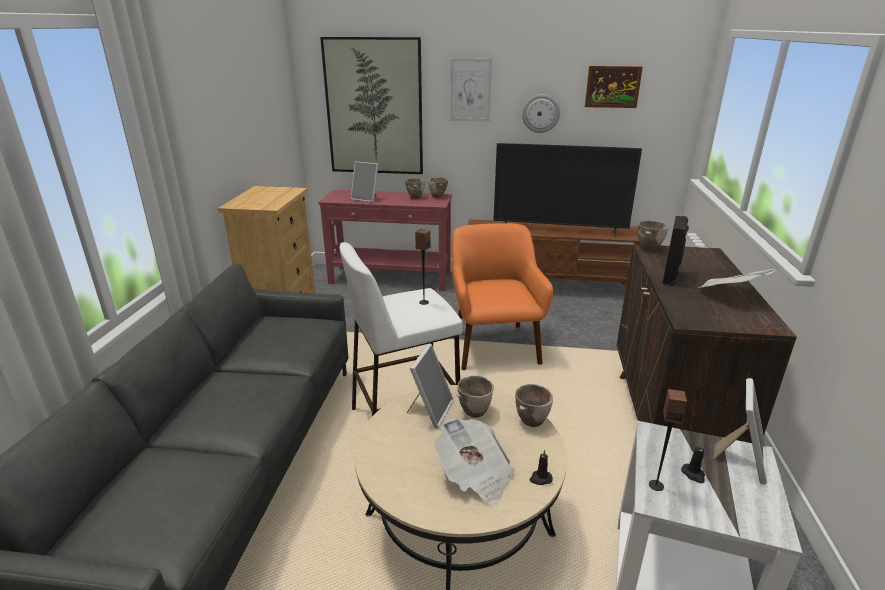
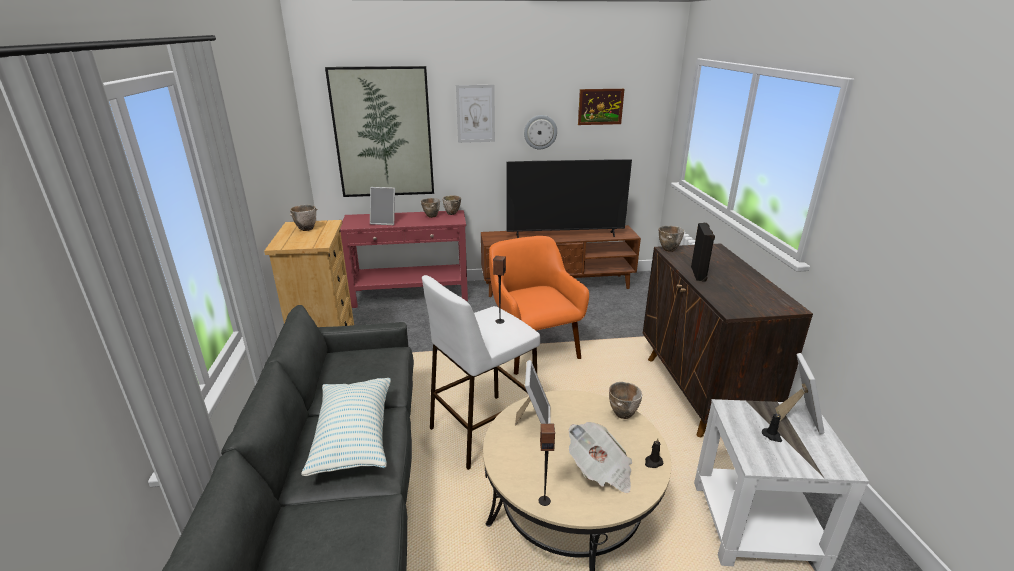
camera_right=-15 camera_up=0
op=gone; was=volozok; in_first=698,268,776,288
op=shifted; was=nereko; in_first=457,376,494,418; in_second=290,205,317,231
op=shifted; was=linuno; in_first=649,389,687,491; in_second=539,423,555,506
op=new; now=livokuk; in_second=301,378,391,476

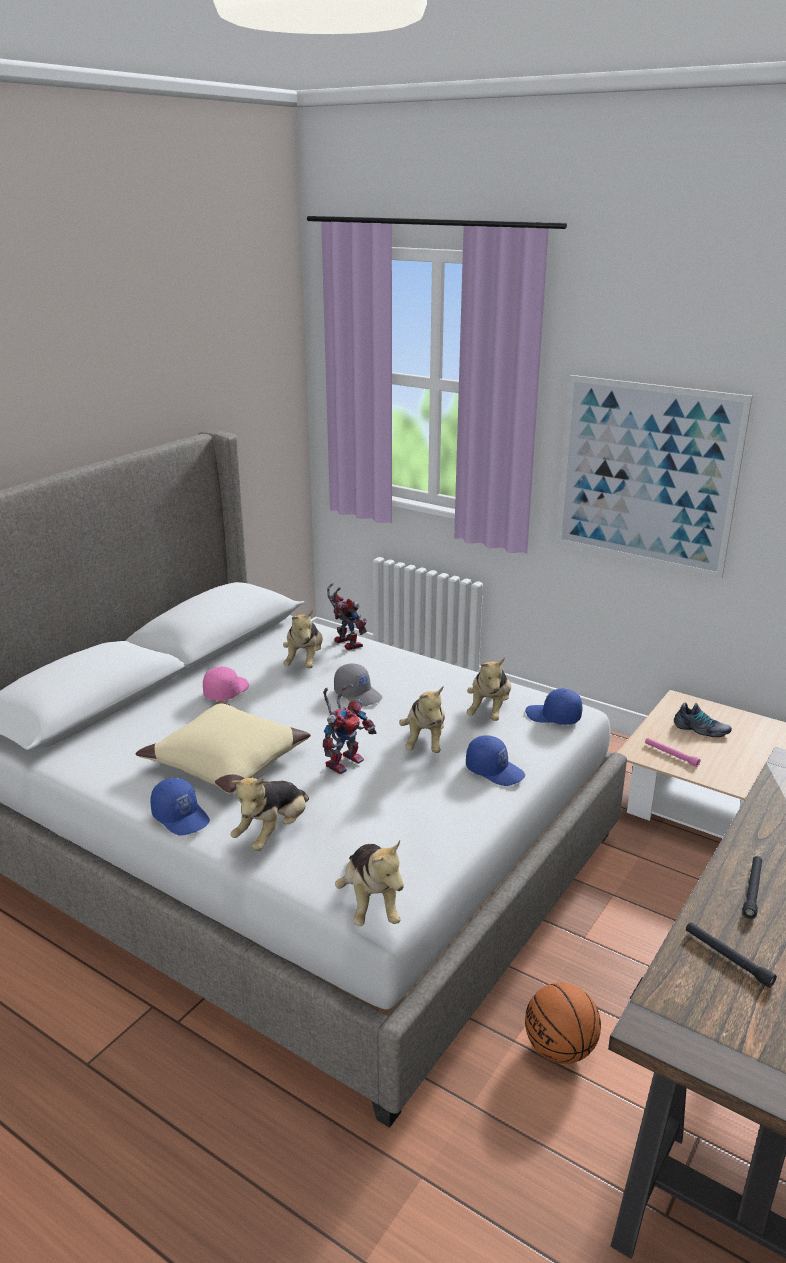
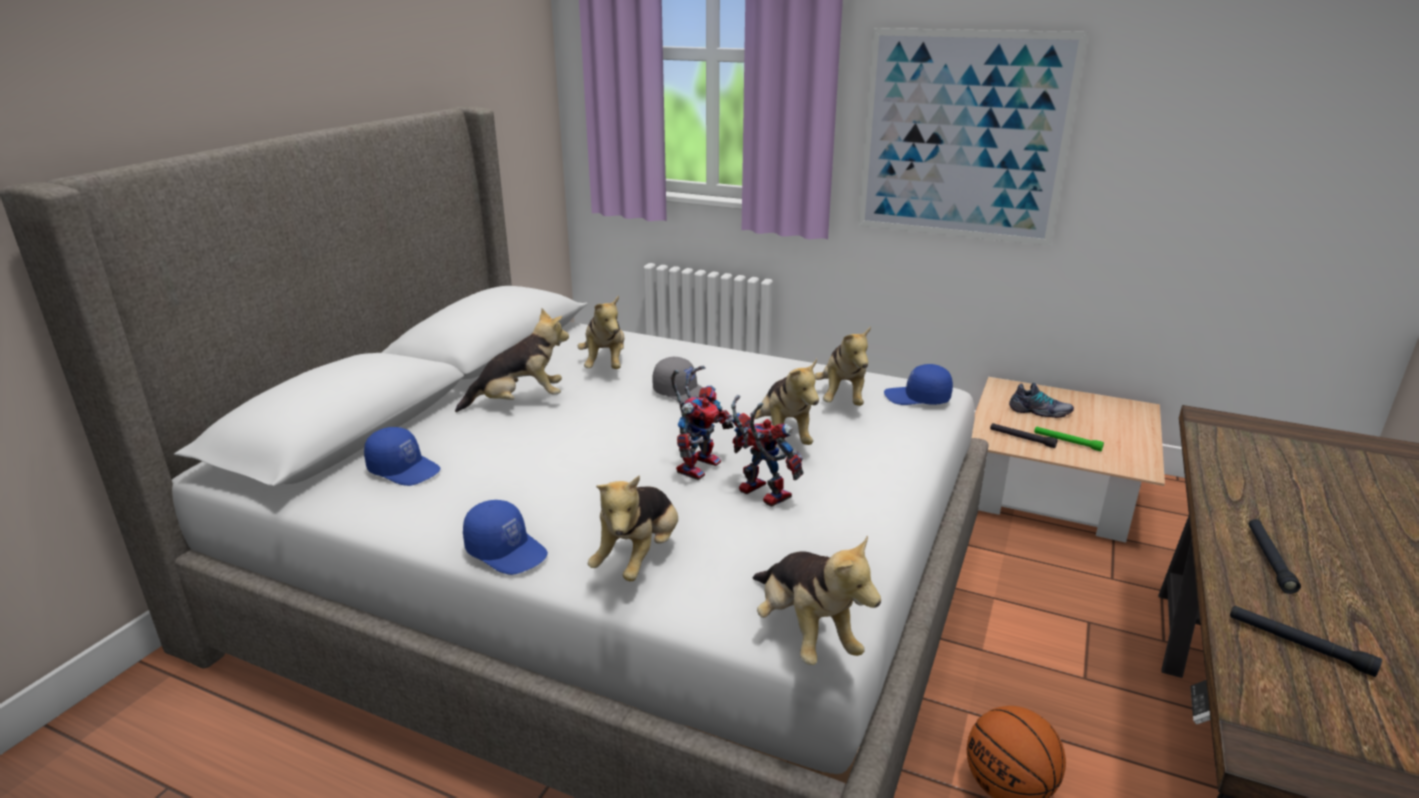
camera_right=-10 camera_up=0
op=shifted; was=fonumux; in_first=327,583,367,650; in_second=731,395,804,507
op=swapped; was=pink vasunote; now=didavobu; in_first=203,667,249,701; in_second=455,308,569,412
op=gone; was=beige livokuk; in_first=136,700,311,794
op=shifted; was=blue vasunote; in_first=466,735,525,786; in_second=364,427,441,486
op=repainted; was=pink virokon; now=black virokon; in_first=645,738,701,767; in_second=990,423,1058,448
op=new; now=green virokon; in_second=1034,427,1104,451

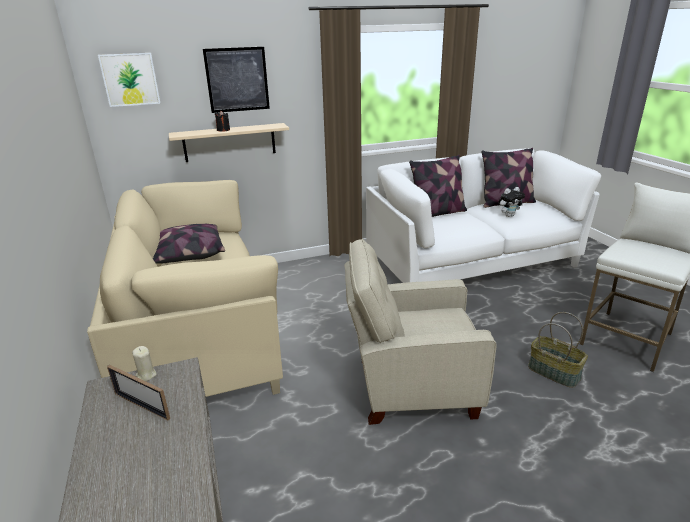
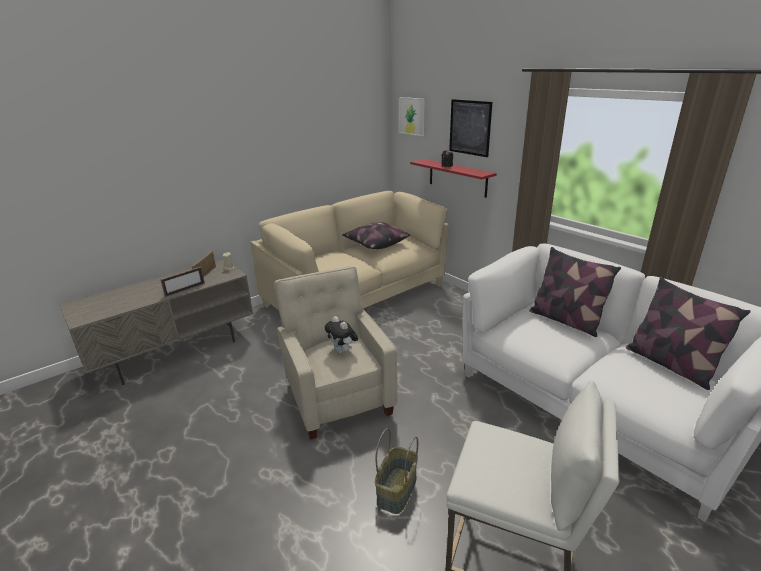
camera_right=70 camera_up=0
op=repainted; was=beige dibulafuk; now=red dibulafuk; in_first=169,123,289,162; in_second=410,159,497,198
op=shifted; was=didavobu; in_first=499,187,525,217; in_second=324,316,358,354
op=new; now=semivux; in_second=160,267,205,297

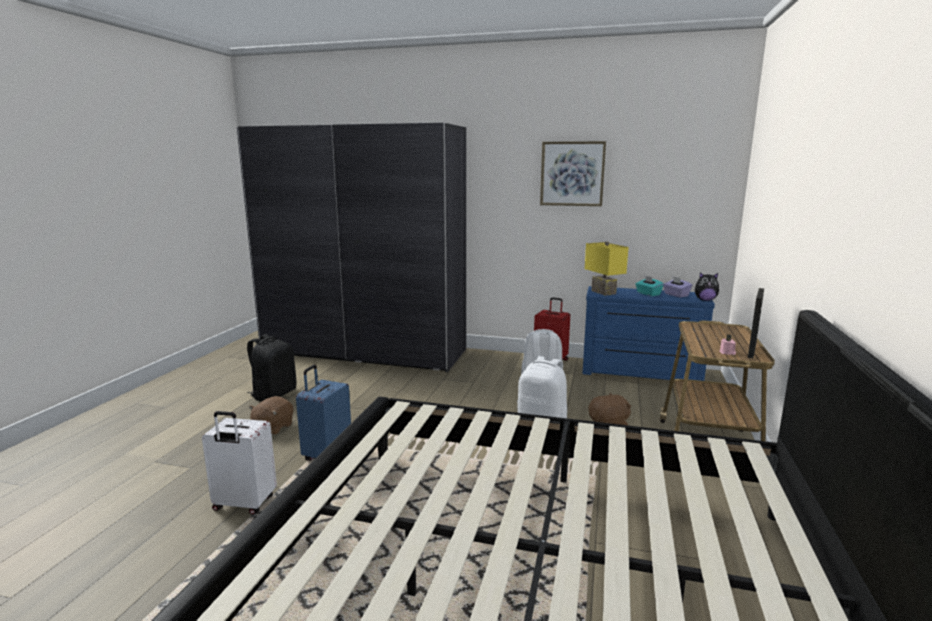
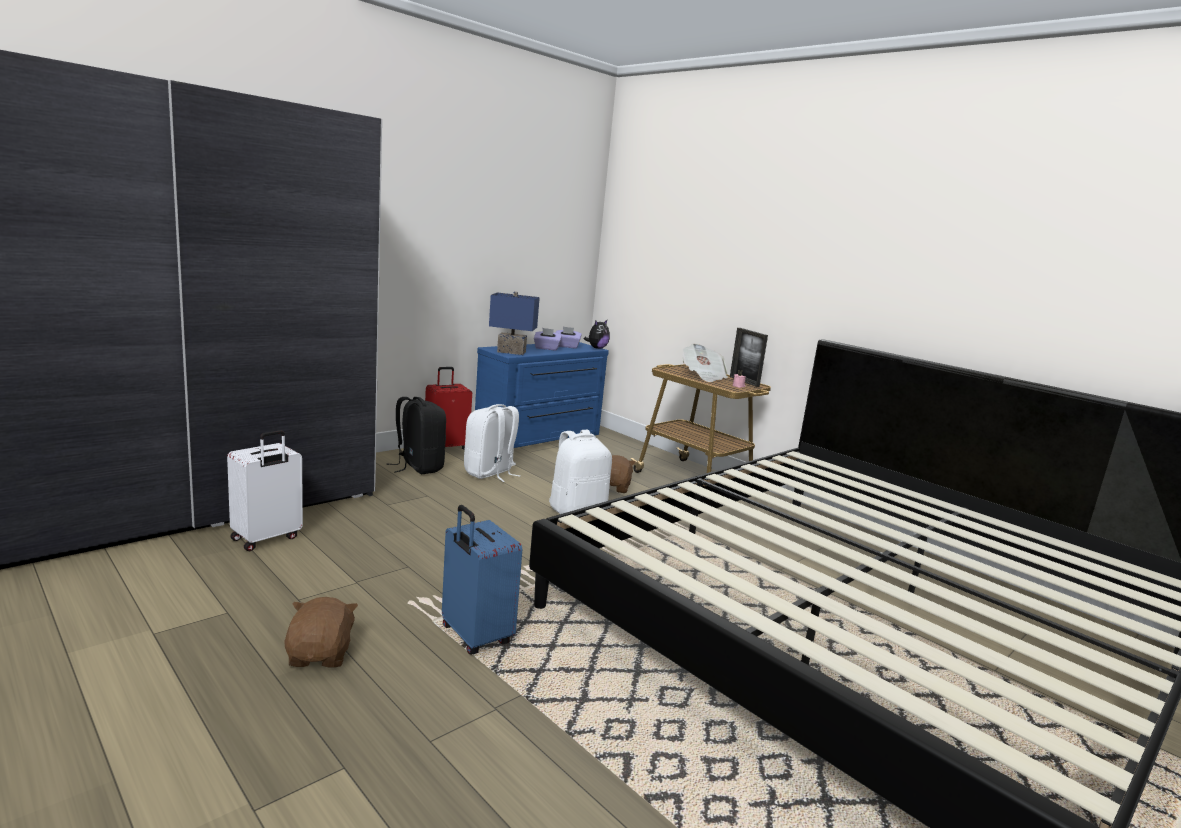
camera_right=-60 camera_up=0
op=gone; was=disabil; in_first=540,141,606,206
op=repainted; was=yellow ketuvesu; now=blue ketuvesu; in_first=585,241,629,296; in_second=489,291,540,355
op=repainted; was=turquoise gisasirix; now=purple gisasirix; in_first=636,275,664,296; in_second=534,328,562,350
op=shifted; was=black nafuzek; in_first=247,334,296,401; in_second=386,397,446,474
op=rotated; was=brown didavobu; in_first=249,396,294,435; in_second=284,597,358,667; clockwise=-150
op=shifted; was=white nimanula; in_first=202,411,277,514; in_second=227,430,303,551
op=new; now=volozok; in_second=682,343,728,382

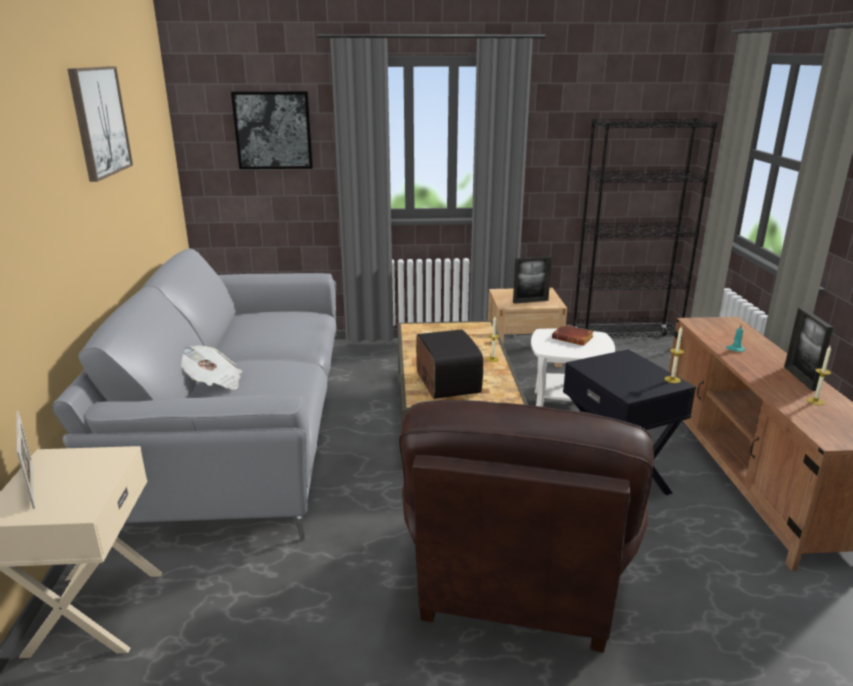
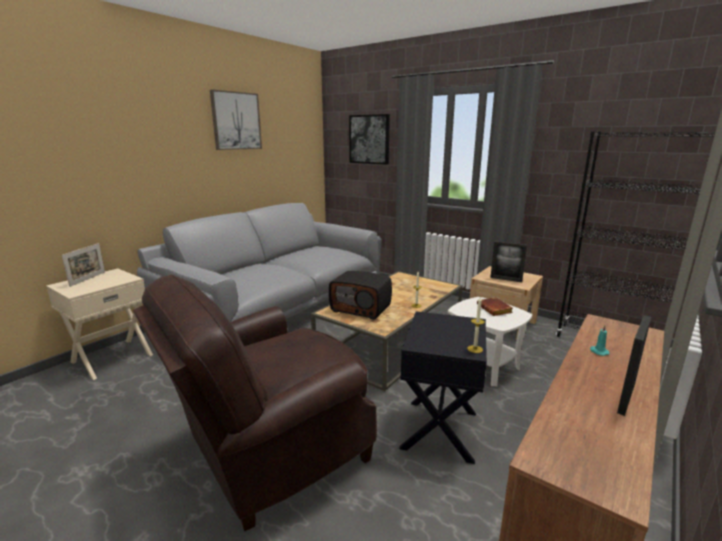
camera_right=40 camera_up=-5
op=rotated; was=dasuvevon; in_first=416,330,483,399; in_second=329,271,392,320; clockwise=90
op=gone; was=volozok; in_first=181,345,242,390
op=gone; was=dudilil; in_first=806,346,831,405

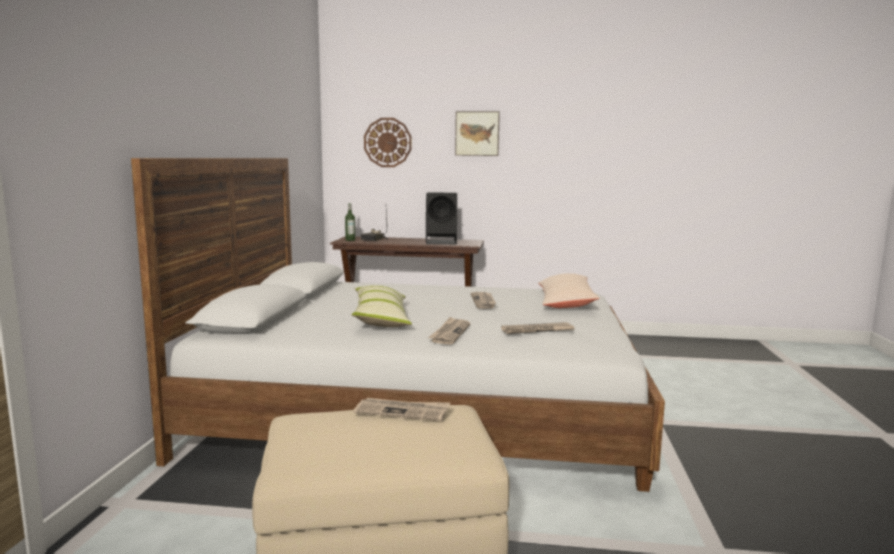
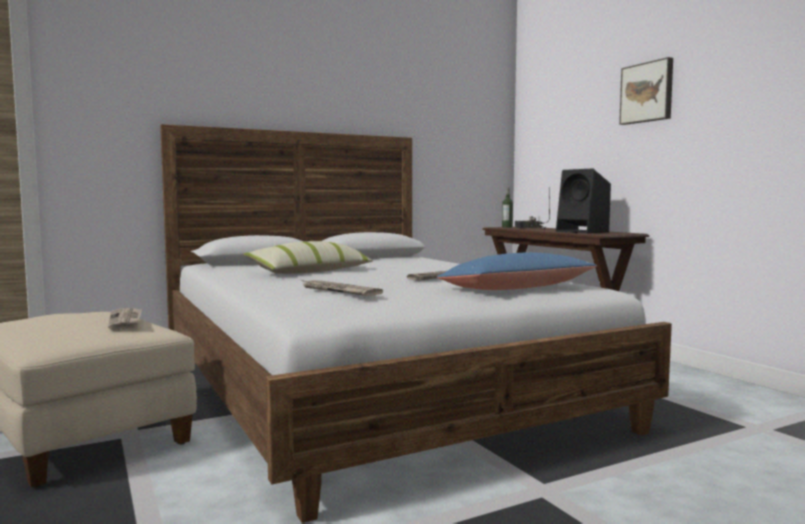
camera_right=55 camera_up=-5
op=gone; was=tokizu; in_first=364,118,412,167
op=repainted; was=beige livokuk; now=blue livokuk; in_first=539,273,600,308; in_second=437,252,597,290
op=gone; was=volozok; in_first=428,317,470,345

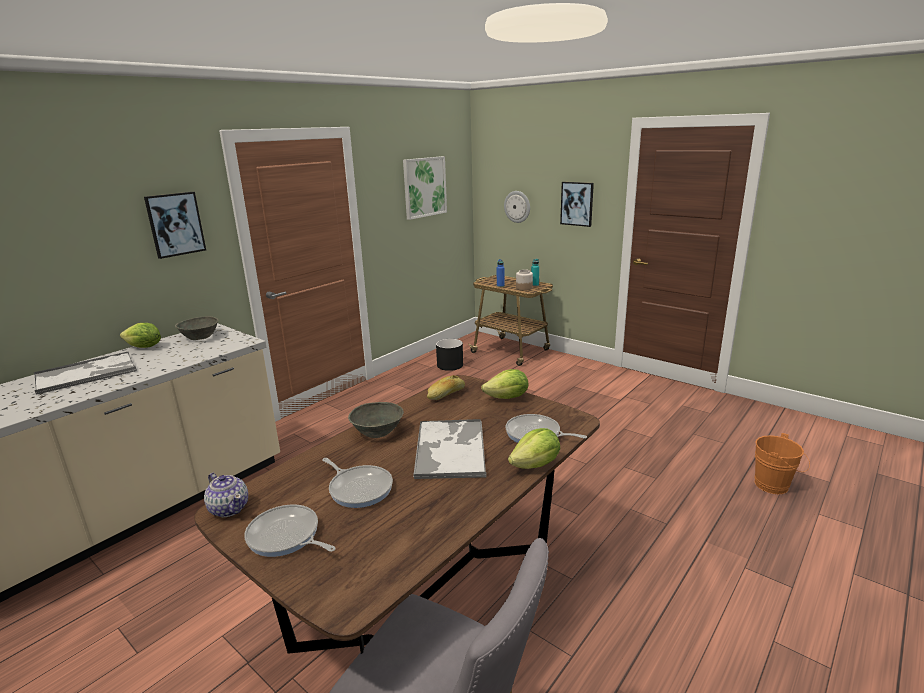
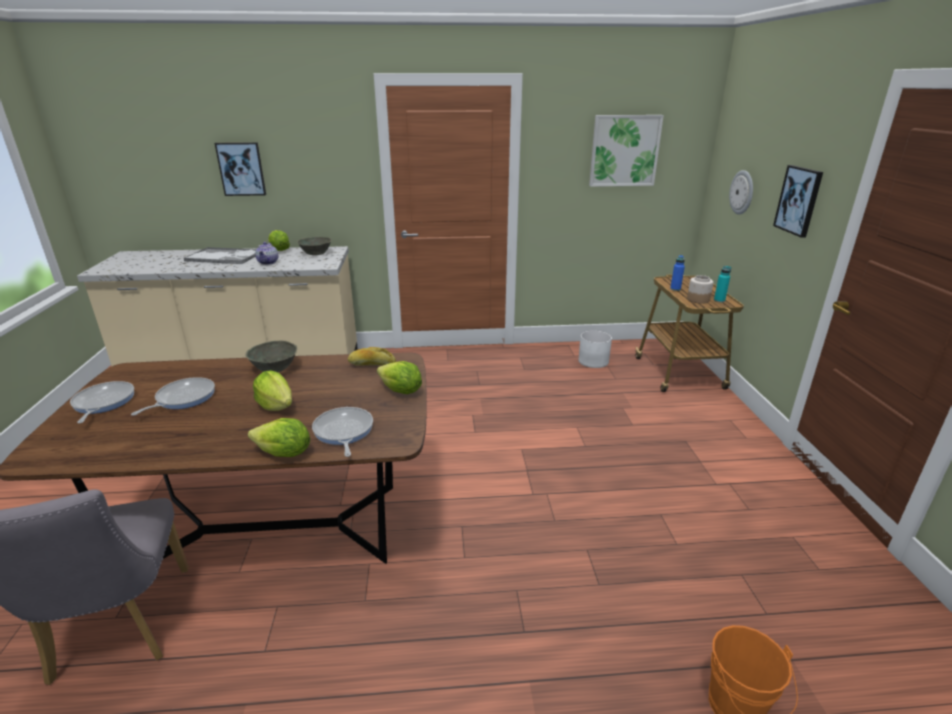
camera_right=45 camera_up=5
op=shifted; was=disabil; in_first=144,192,206,259; in_second=215,142,266,196
op=repainted; was=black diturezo; now=white diturezo; in_first=436,339,463,371; in_second=578,330,612,368
op=swapped; was=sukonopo; now=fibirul; in_first=413,419,487,479; in_second=253,370,292,411
op=rotated; was=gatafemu; in_first=322,458,393,508; in_second=131,377,215,416; clockwise=-150
op=shifted; was=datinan; in_first=204,473,248,517; in_second=255,242,278,265

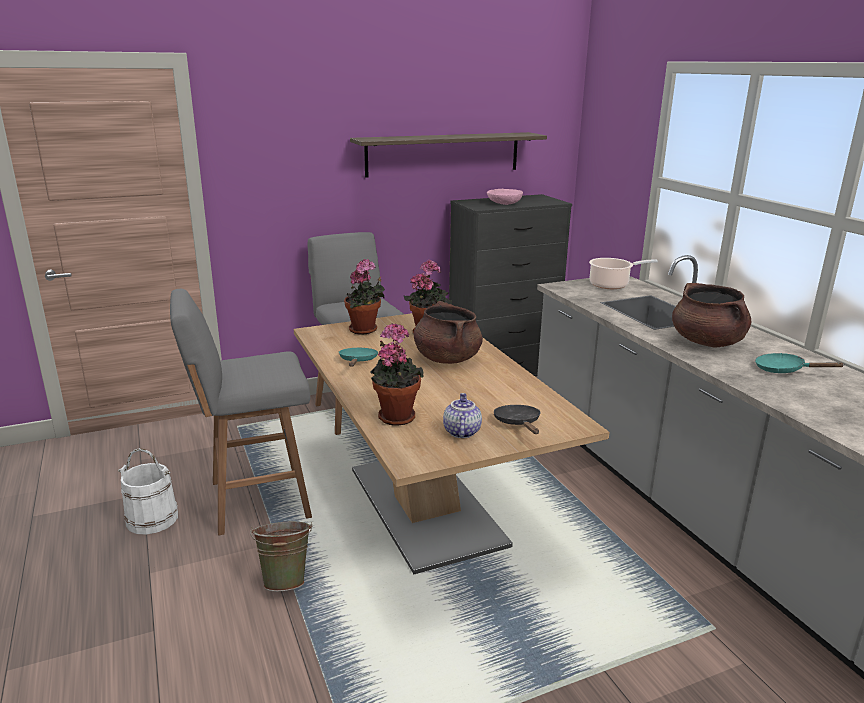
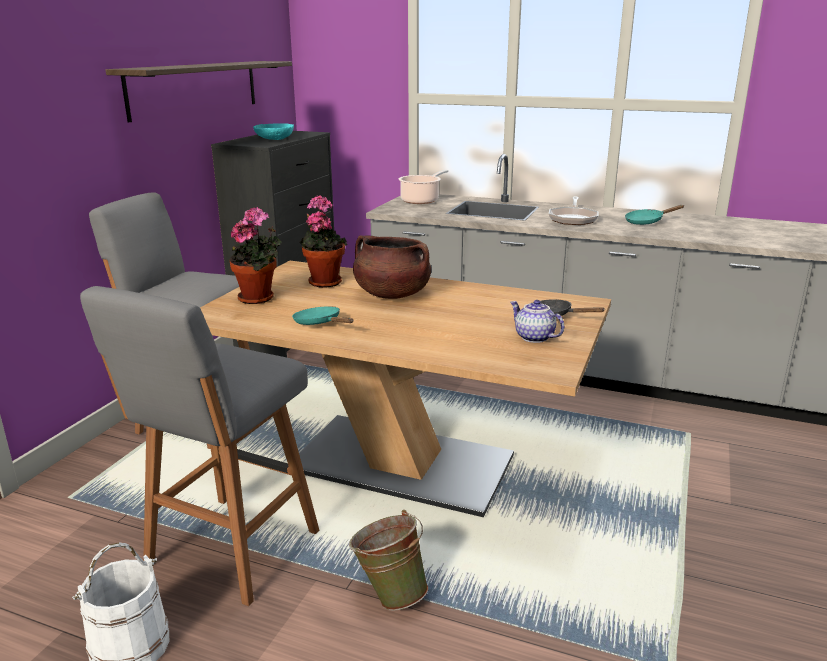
camera_right=-45 camera_up=0
op=repainted; was=pink nereko; now=turquoise nereko; in_first=487,189,523,205; in_second=253,123,294,140
op=swapped; was=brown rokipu; now=gatafemu; in_first=672,283,751,347; in_second=549,197,599,225
op=gone; was=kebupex; in_first=370,323,424,426

